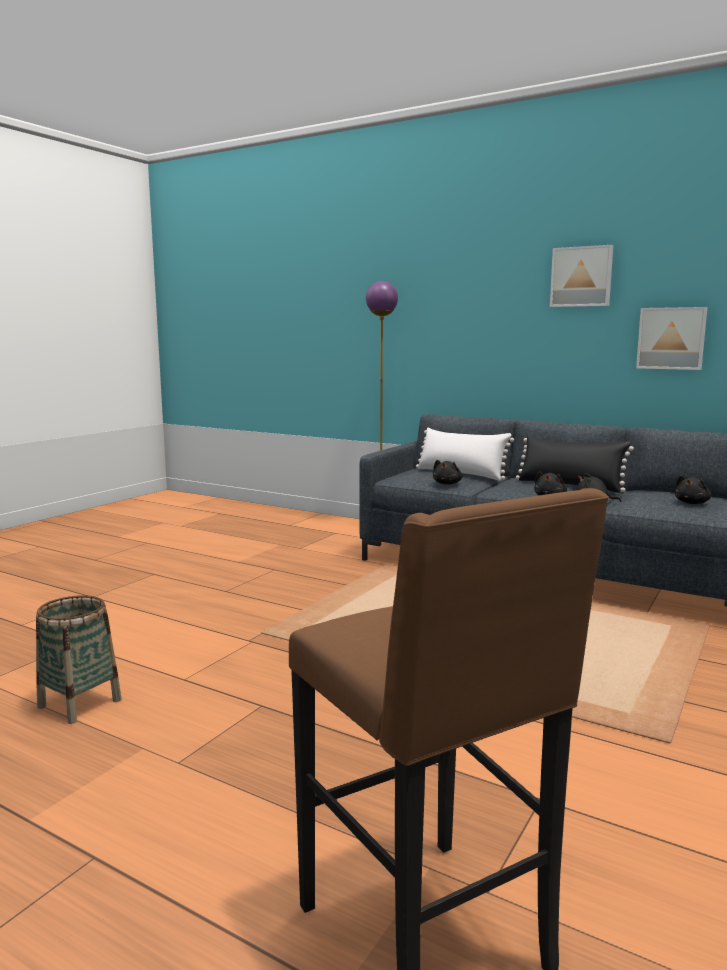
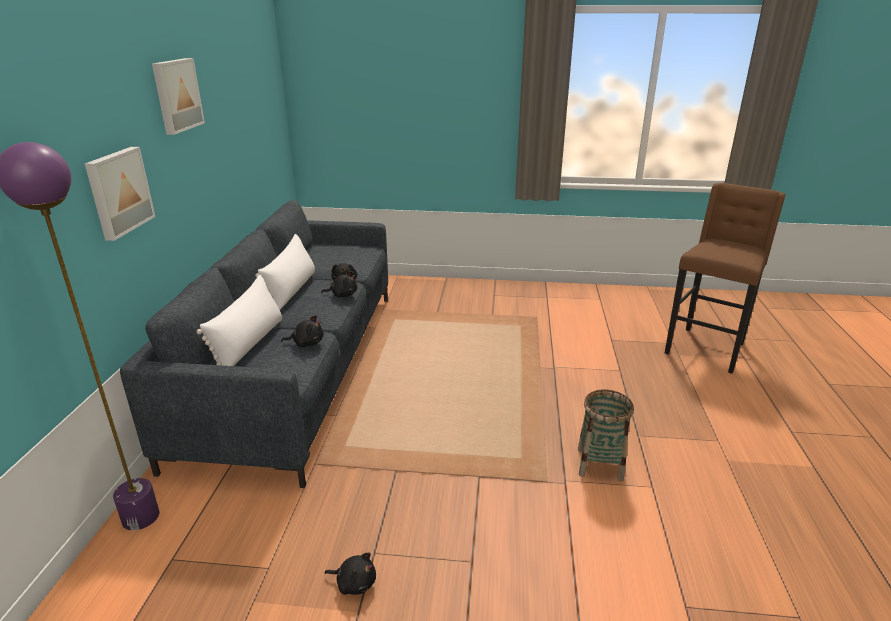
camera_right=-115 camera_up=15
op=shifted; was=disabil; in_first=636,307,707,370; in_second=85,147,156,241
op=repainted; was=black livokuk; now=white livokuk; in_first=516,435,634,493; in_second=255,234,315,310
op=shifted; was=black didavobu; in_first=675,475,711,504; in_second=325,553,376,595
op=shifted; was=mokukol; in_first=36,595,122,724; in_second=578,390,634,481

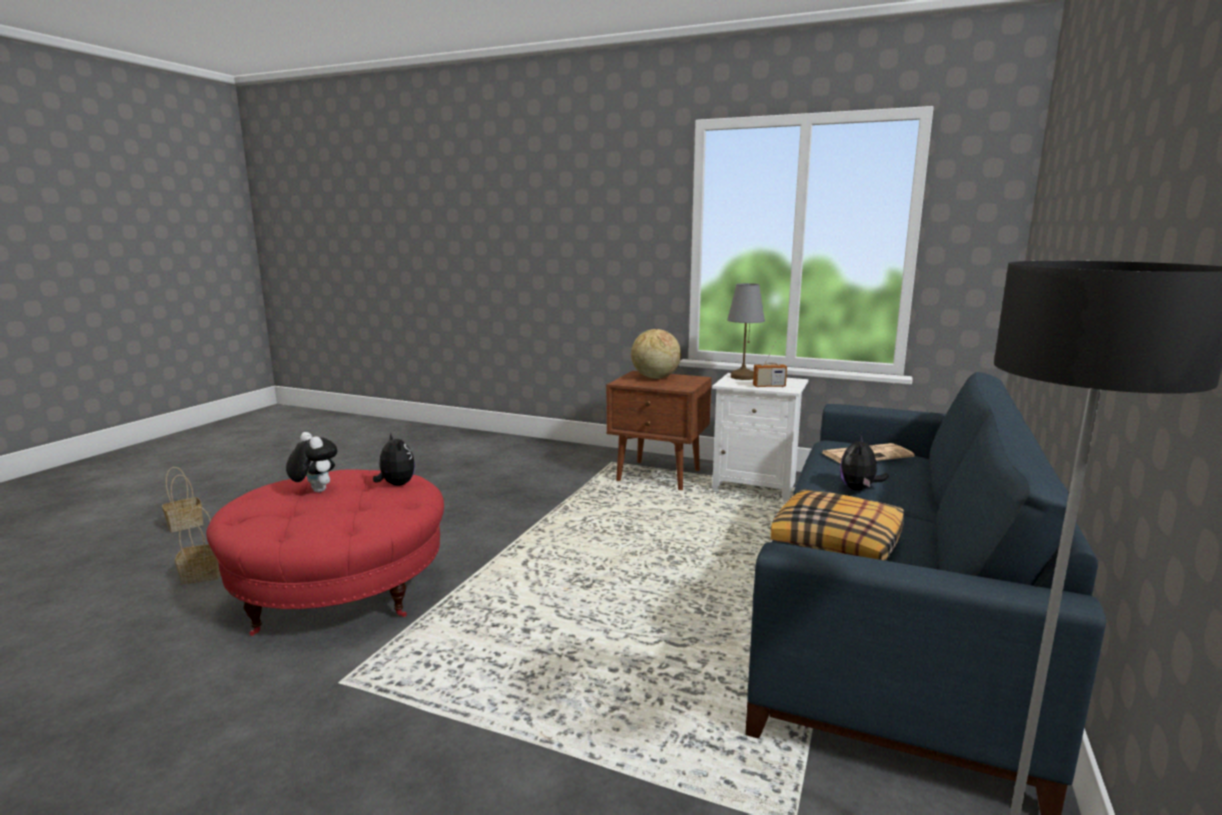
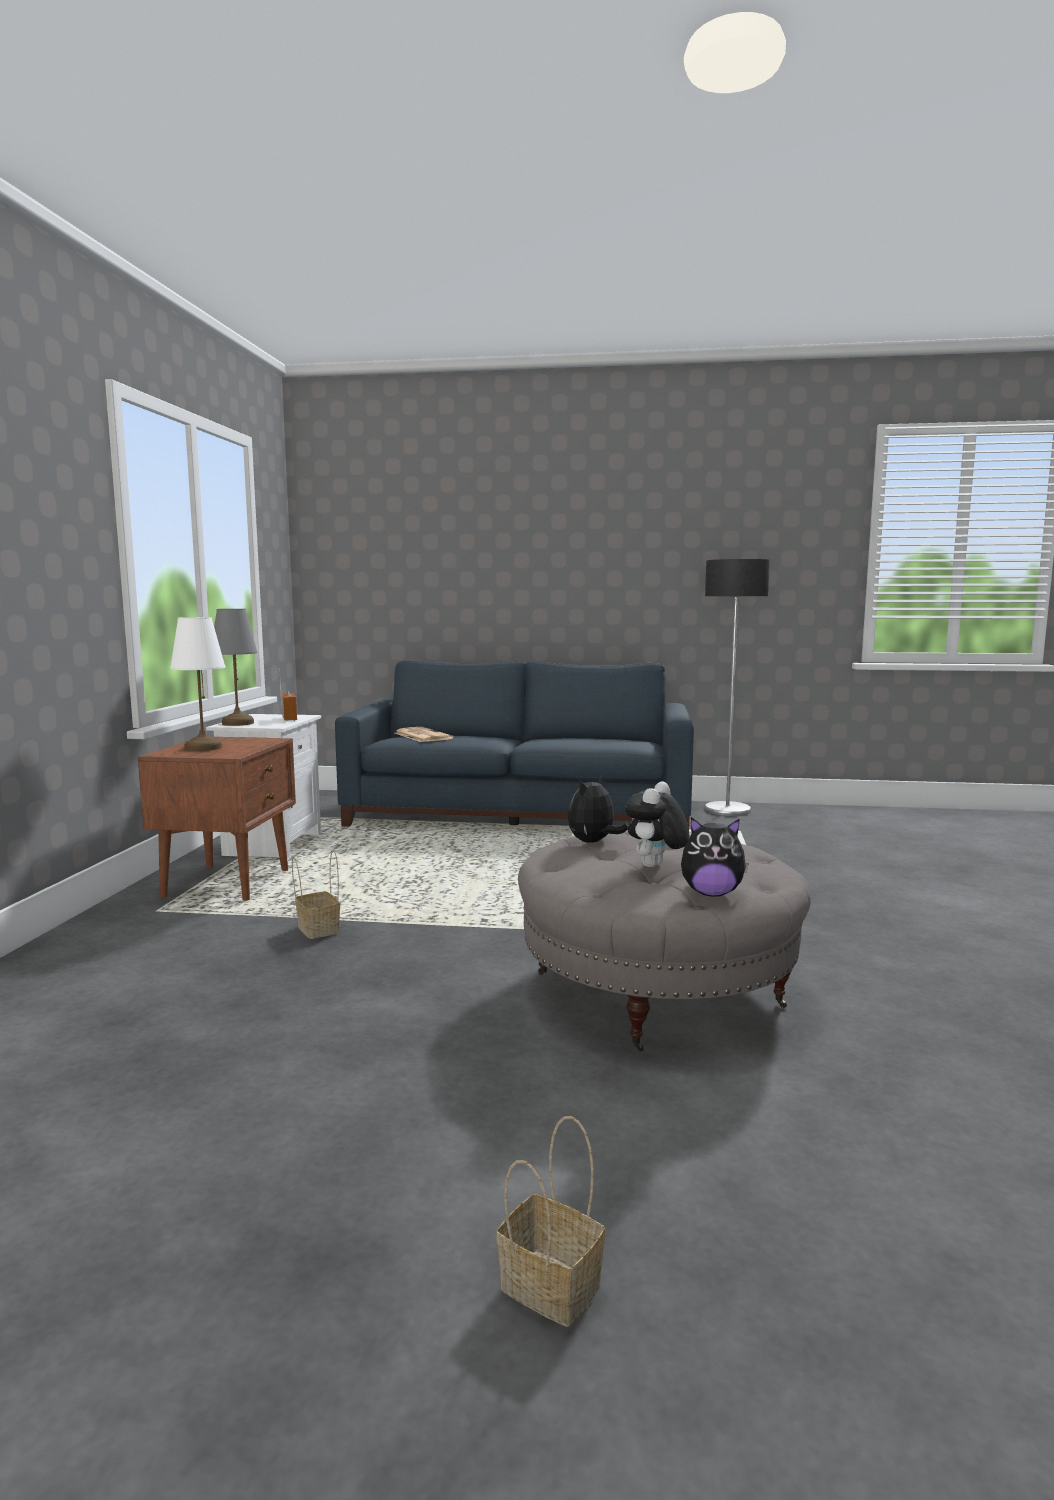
camera_right=-105 camera_up=-5
op=swapped; was=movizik; now=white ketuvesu; in_first=631,329,681,379; in_second=170,617,226,751
op=shifted; was=didavobu; in_first=840,435,889,491; in_second=681,817,749,896
op=repainted; was=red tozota; now=grey tozota; in_first=206,469,444,636; in_second=518,831,811,1052
op=gone; was=livokuk; in_first=770,489,904,561
op=shifted; was=mokukol; in_first=175,507,221,584; in_second=292,850,340,939

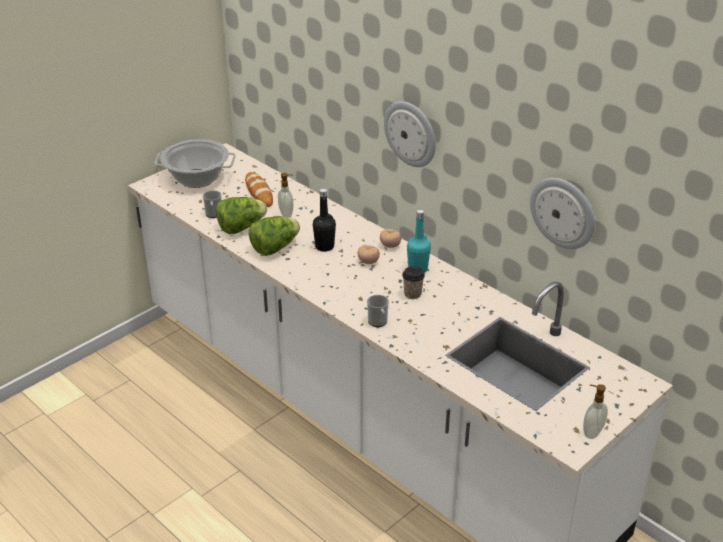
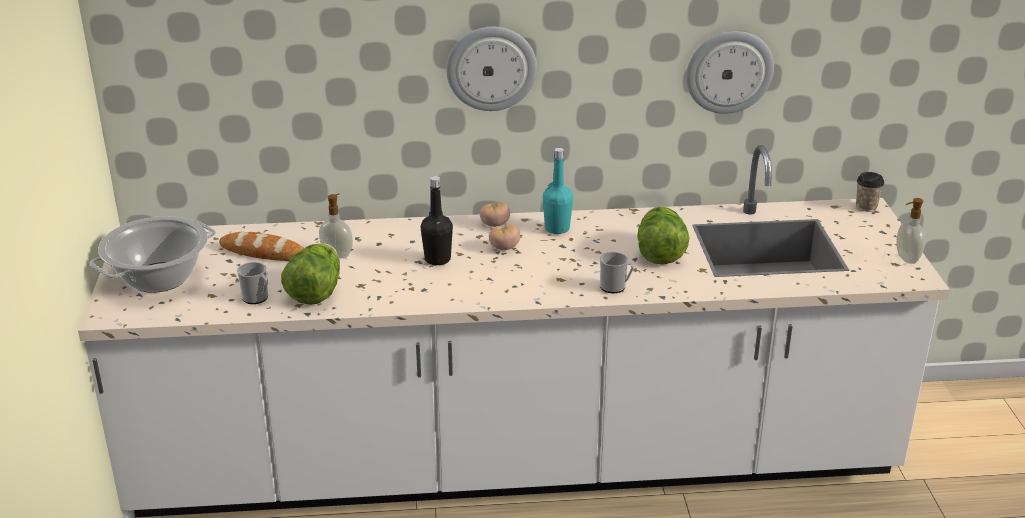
camera_right=-50 camera_up=-5
op=shifted; was=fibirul; in_first=249,216,300,256; in_second=637,206,690,265
op=shifted; was=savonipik; in_first=402,266,425,299; in_second=856,172,884,212

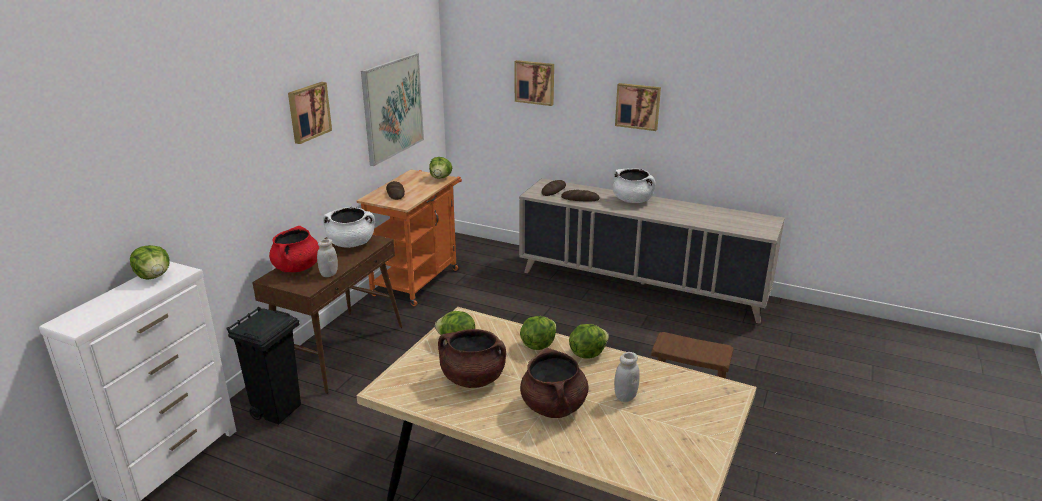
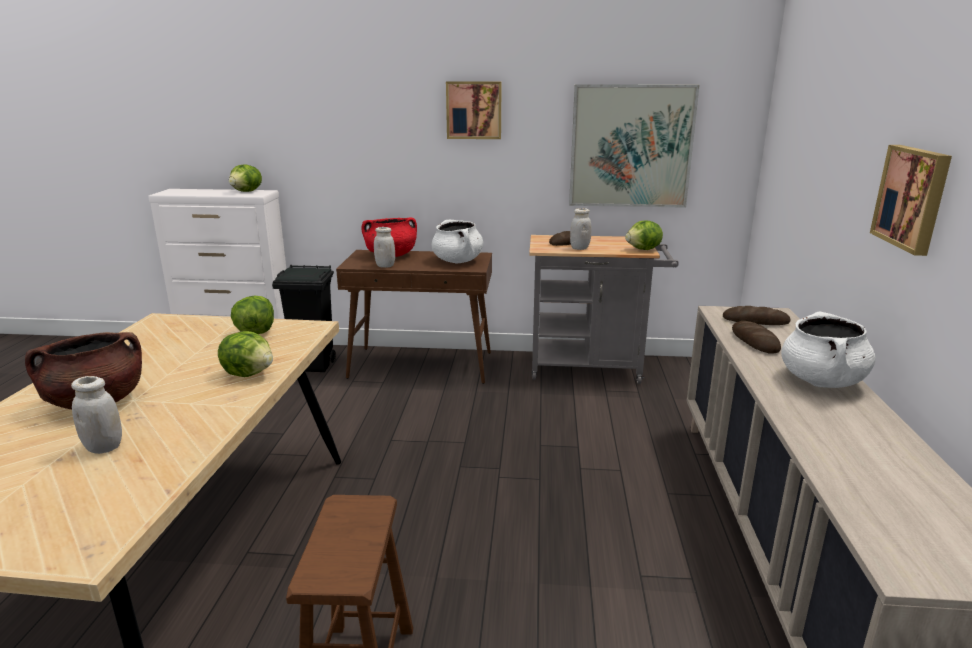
camera_right=70 camera_up=-5
op=gone; was=disabil; in_first=515,60,554,106
op=repainted; was=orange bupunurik; now=grey bupunurik; in_first=357,170,462,306; in_second=529,235,679,384
op=gone; was=fibirul; in_first=569,324,609,359
op=gone; was=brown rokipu; in_first=438,329,506,388
op=new; now=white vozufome; in_second=570,208,591,250

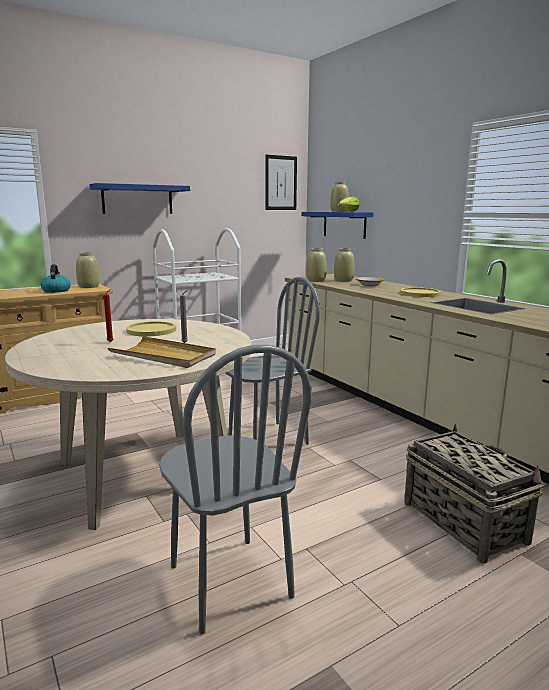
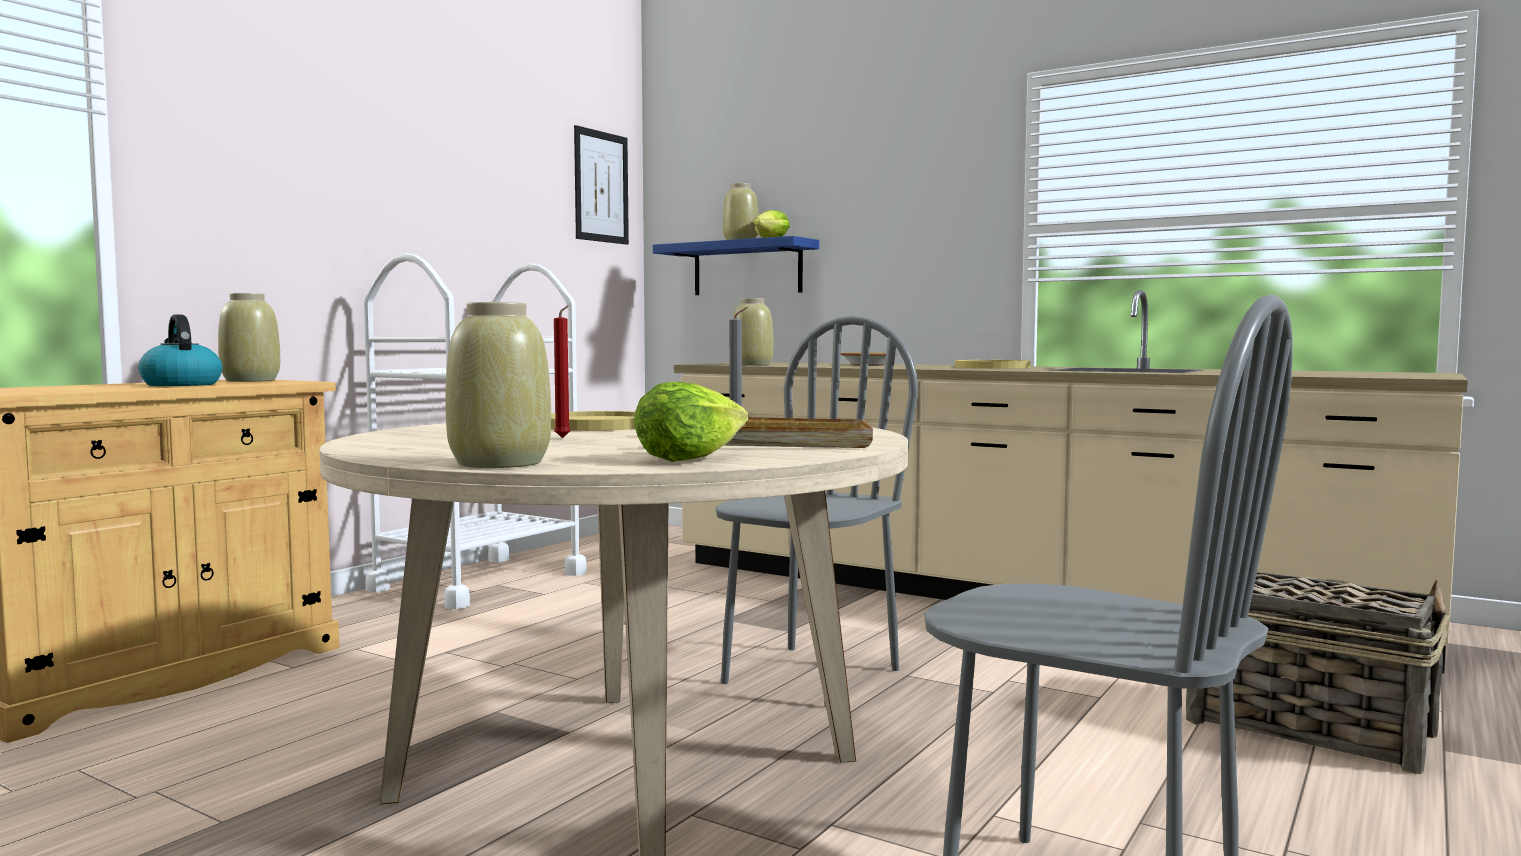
camera_right=-25 camera_up=-10
op=gone; was=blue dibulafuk; in_first=89,183,190,214
op=shifted; was=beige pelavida; in_first=334,248,355,282; in_second=446,302,551,468
op=new; now=fibirul; in_second=634,382,748,462

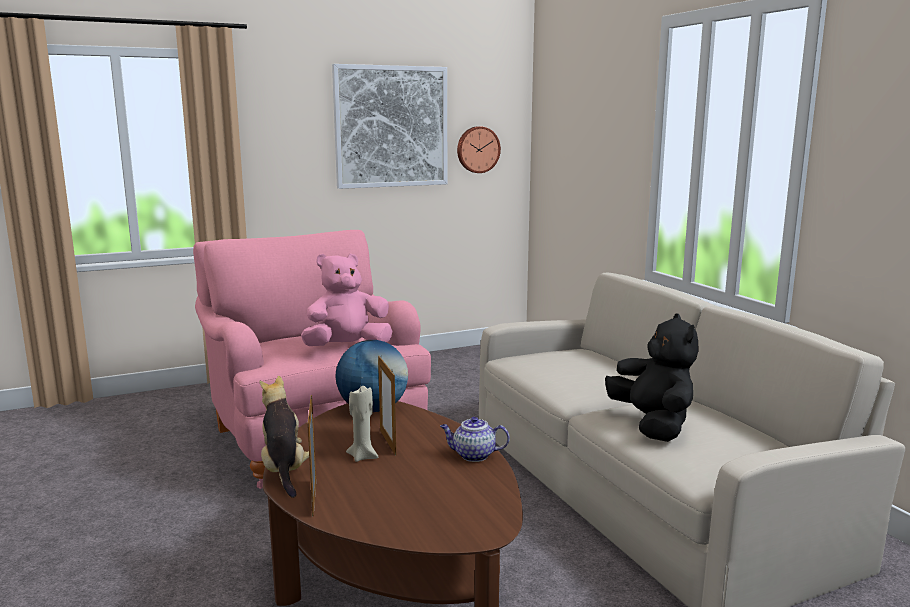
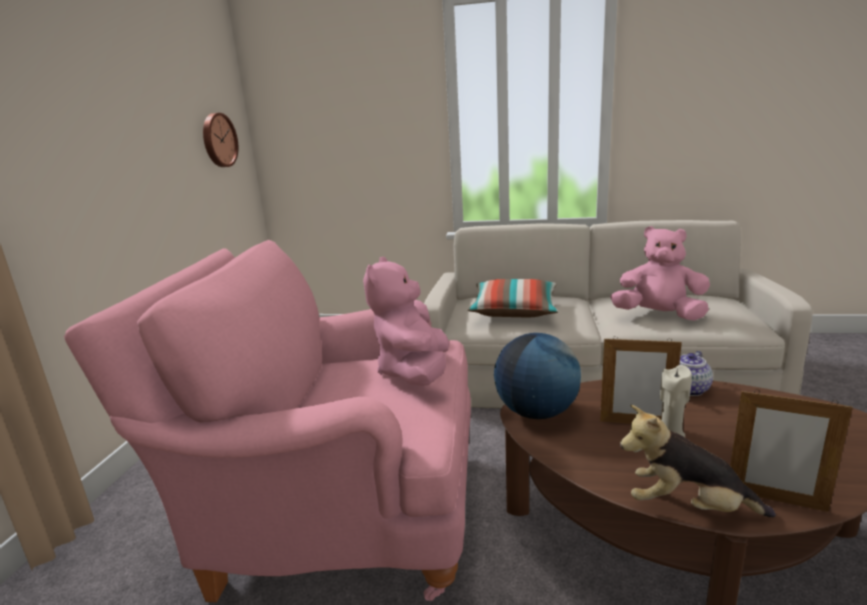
camera_right=-55 camera_up=5
op=gone; was=disabil; in_first=332,64,447,189
op=repainted; was=black didavobu; now=pink didavobu; in_first=605,314,699,442; in_second=610,226,710,321
op=new; now=livokuk; in_second=468,279,558,318

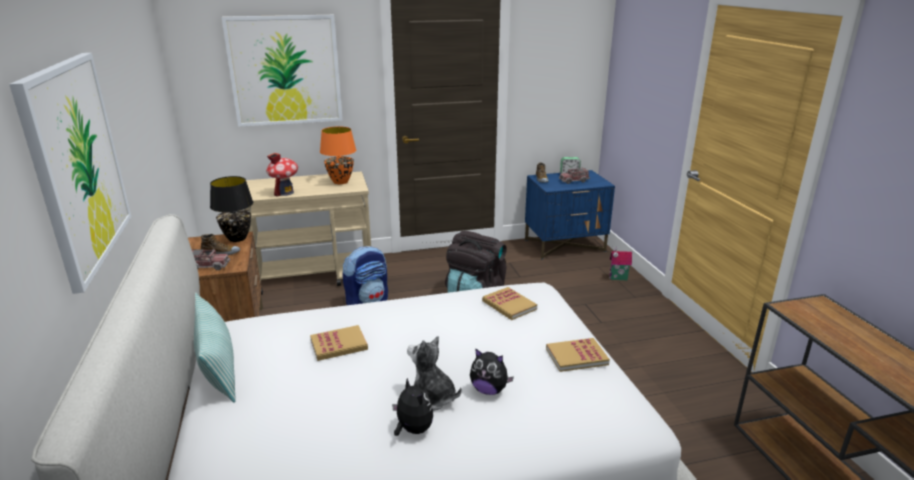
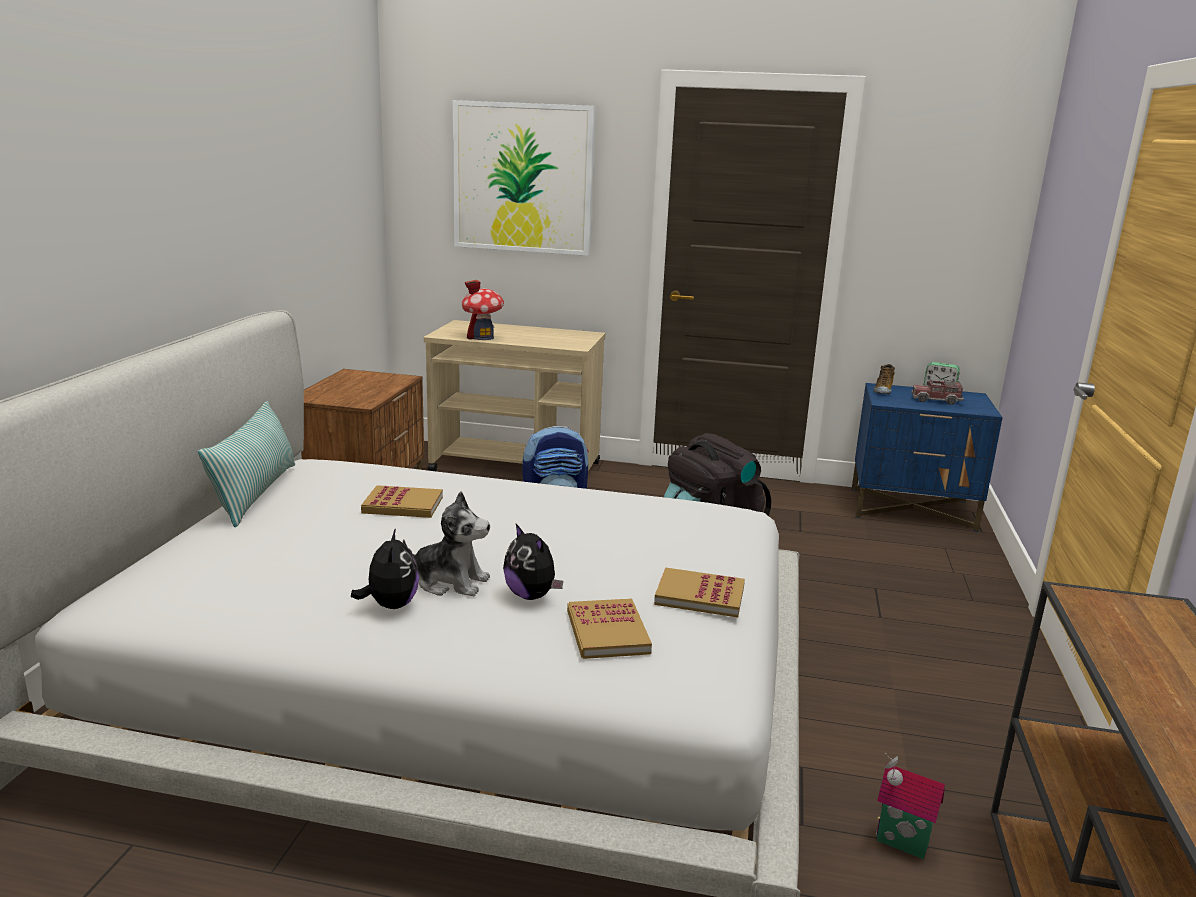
camera_right=25 camera_up=-5
op=gone; was=disabil; in_first=9,53,131,294
op=gone; was=orange ketuvesu; in_first=320,126,356,184
op=gone; was=black ketuvesu; in_first=210,176,253,242
op=gone; was=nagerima; in_first=201,234,240,255
op=shifted; was=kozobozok; in_first=609,247,632,280; in_second=875,753,945,859
op=gone; was=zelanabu; in_first=192,249,230,270
op=shifted; was=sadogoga; in_first=482,287,537,320; in_second=567,598,652,659
op=rotated; was=didavobu; in_first=407,336,462,411; in_second=403,491,490,596; clockwise=135

